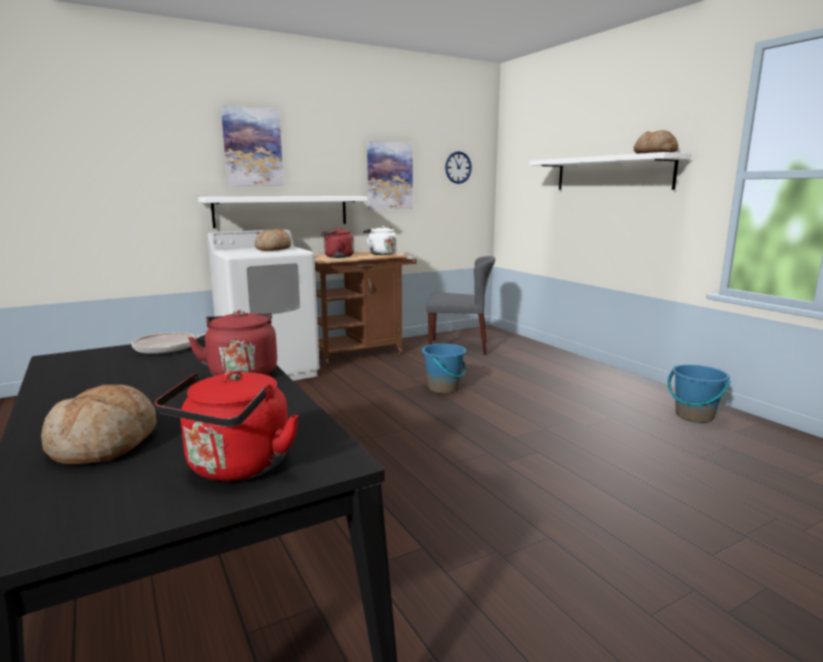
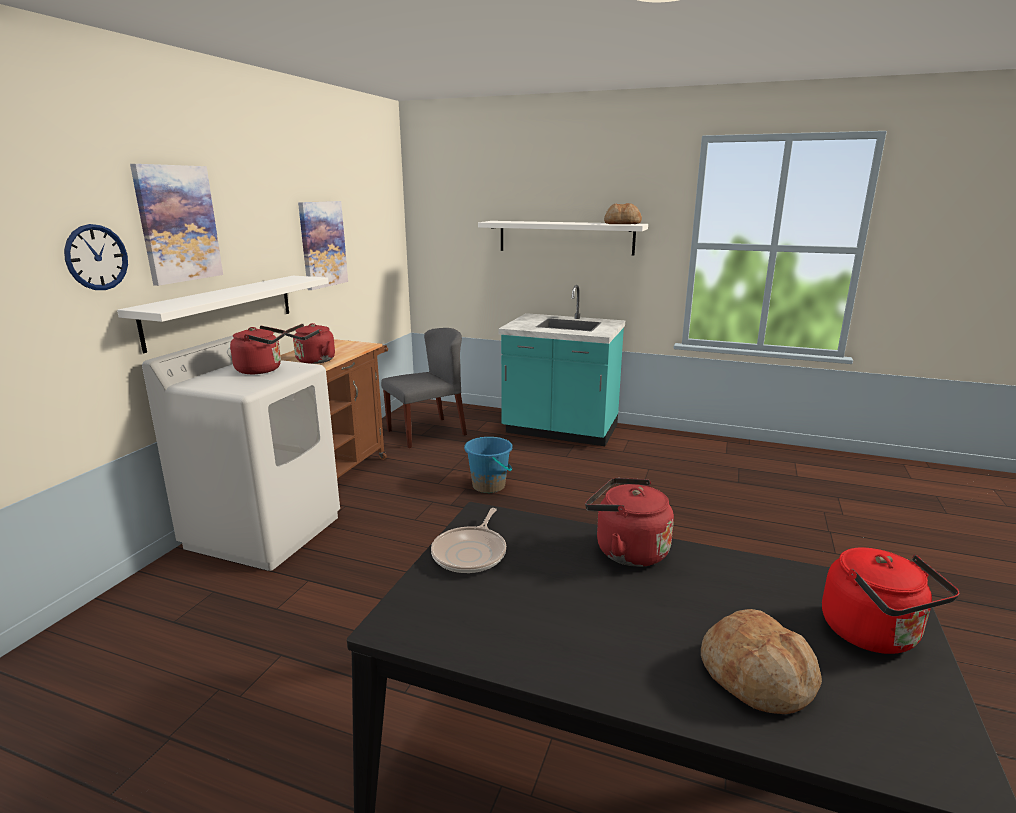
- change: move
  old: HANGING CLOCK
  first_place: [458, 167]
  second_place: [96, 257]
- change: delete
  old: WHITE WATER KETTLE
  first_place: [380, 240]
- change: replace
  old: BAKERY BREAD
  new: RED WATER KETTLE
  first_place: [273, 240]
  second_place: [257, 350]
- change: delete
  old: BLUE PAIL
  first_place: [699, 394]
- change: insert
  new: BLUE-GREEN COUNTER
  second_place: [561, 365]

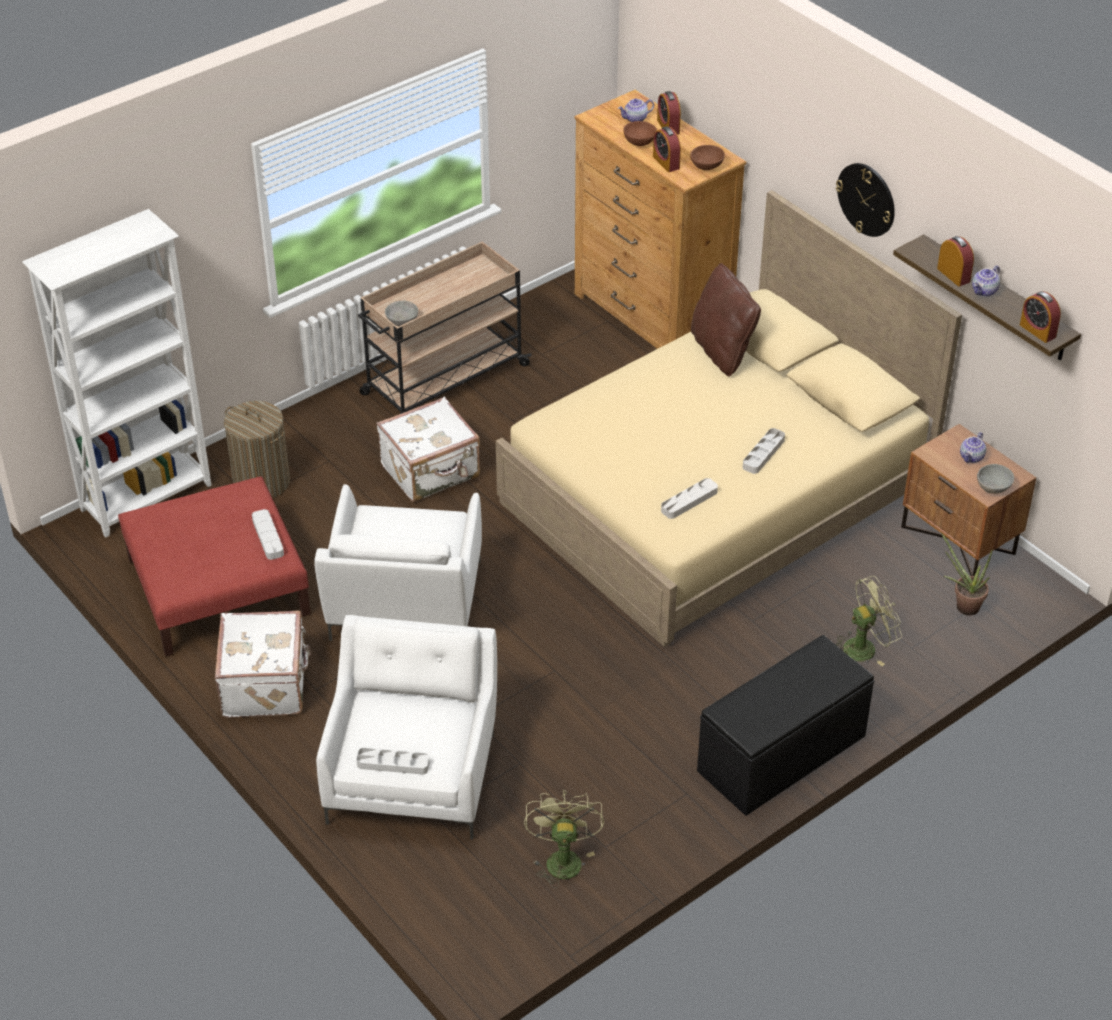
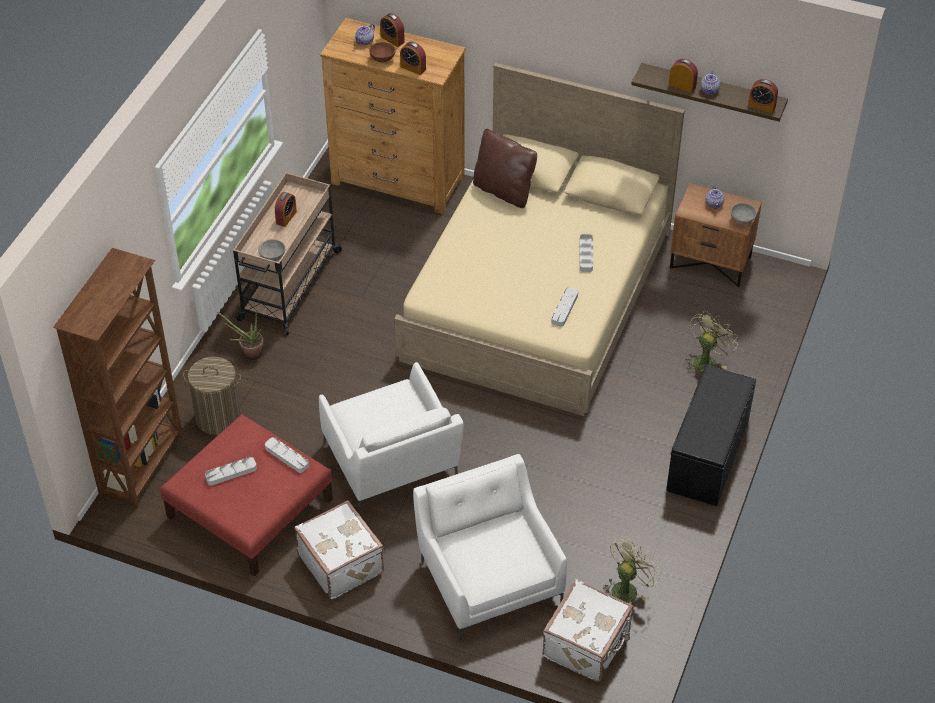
- change: delete
  old: BROWNISH DEEP DISH
  first_place: [707, 157]
- change: delete
  old: HANGING CLOCK
  first_place: [865, 200]
- change: recolor
  old: WHITE BOOKSHELF
  new: BROWNISH BOOKSHELF
  first_place: [117, 373]
  second_place: [118, 378]
- change: move
  old: WHITE TRAVEL CASE
  first_place: [428, 449]
  second_place: [588, 630]
- change: move
  old: PLANT IN A POT
  first_place: [967, 574]
  second_place: [240, 336]
- change: move
  old: GREYISH SERVING TRAY
  first_place: [393, 761]
  second_place: [231, 471]
- change: rotate
  old: GREENISH FAN
  first_place: [564, 839]
  second_place: [631, 570]
  degrees: 75
- change: insert
  new: TABLE CLOCK
  second_place: [286, 209]

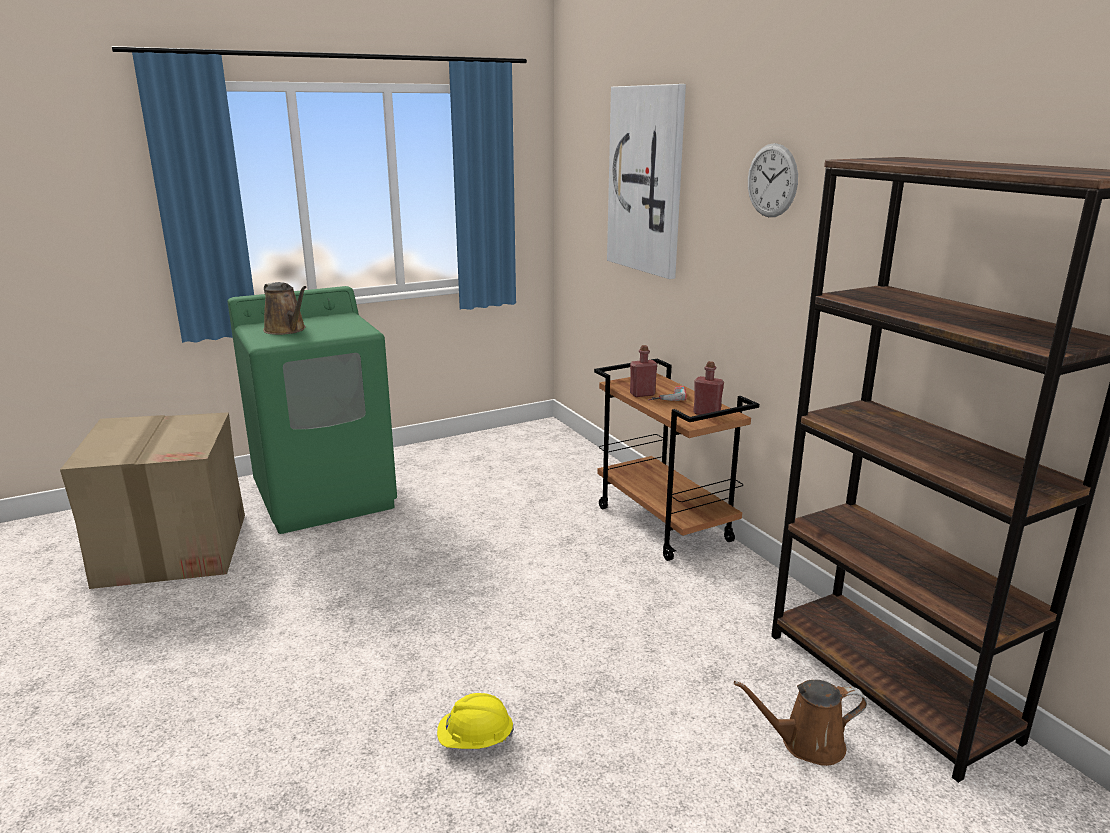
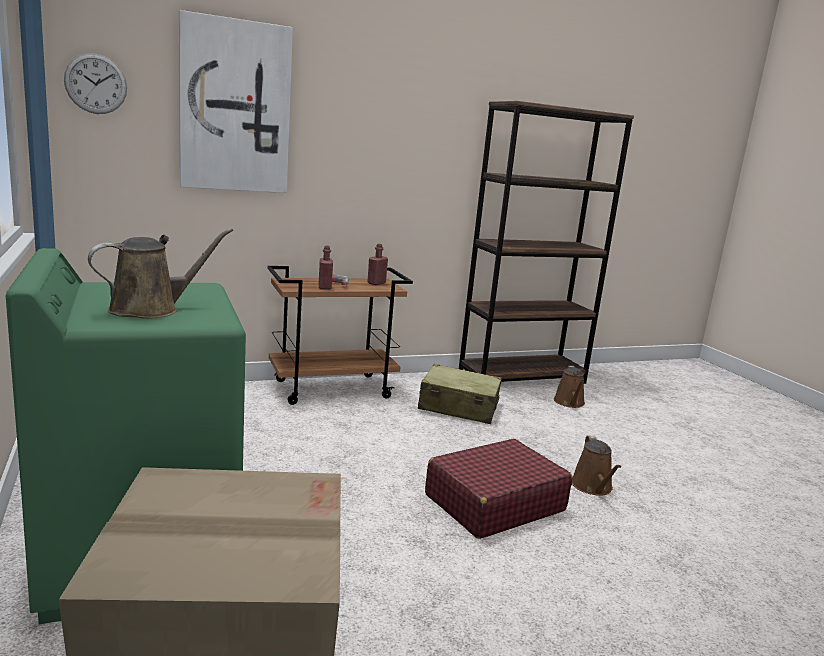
- change: move
  old: HANGING CLOCK
  first_place: [773, 180]
  second_place: [95, 83]
- change: replace
  old: YELLOWISH WORK HELMET
  new: BROWNISH SPRINKLING CAN
  first_place: [475, 721]
  second_place: [596, 466]
- change: insert
  new: SAND-COLOURED TRAVEL CASE
  second_place: [460, 394]
- change: insert
  new: RED TRAVEL CASE
  second_place: [499, 489]

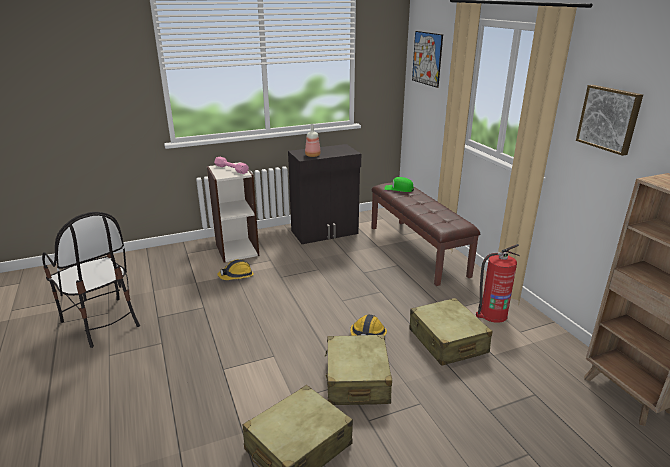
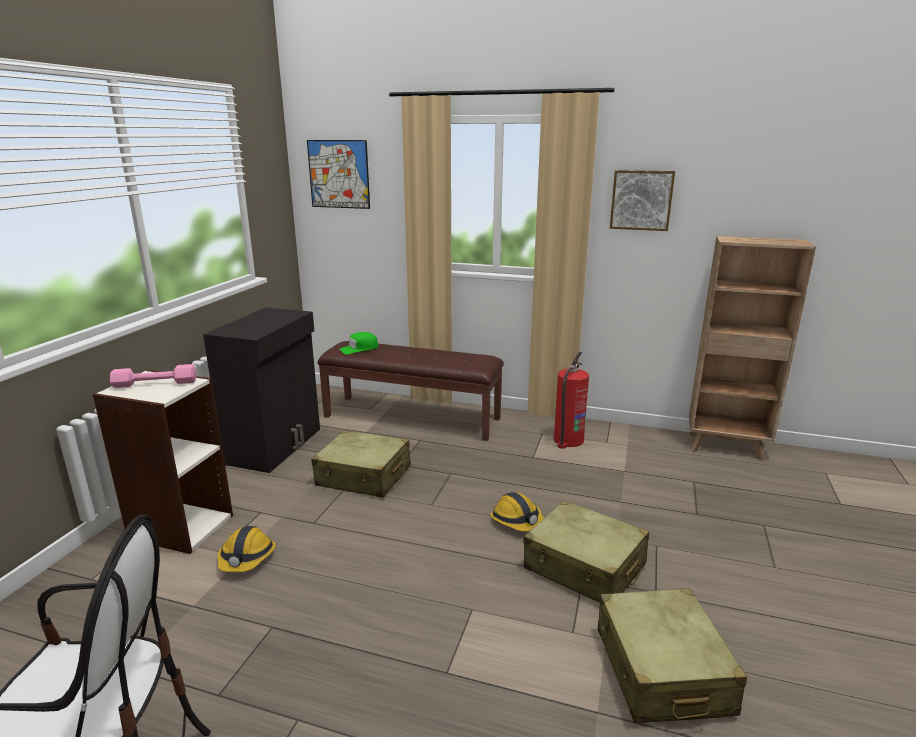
- change: delete
  old: BOTTLE
  first_place: [313, 140]
- change: move
  old: SAND-COLOURED TRAVEL CASE
  first_place: [451, 332]
  second_place: [361, 464]

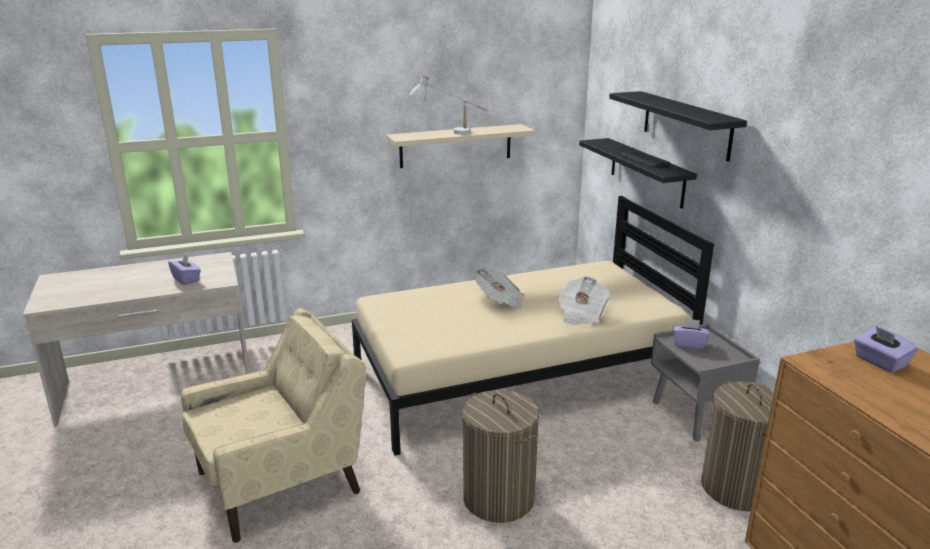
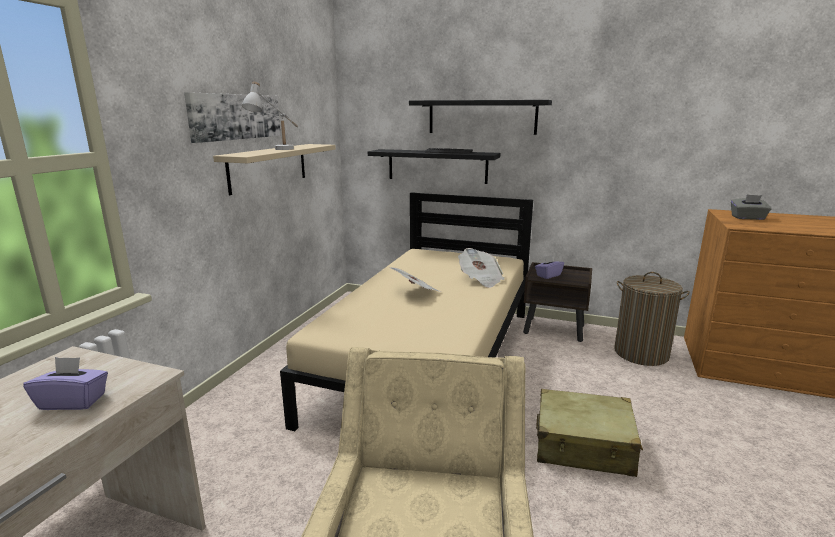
- change: recolor
  old: GREYISH NIGHTSTAND
  new: BROWNISH NIGHTSTAND
  first_place: [705, 382]
  second_place: [557, 302]
- change: recolor
  old: PURPLE-COLOURED TISSUE BOX
  new: GREYISH TISSUE BOX
  first_place: [885, 349]
  second_place: [751, 207]
- change: replace
  old: LAUNDRY BASKET
  new: SAND-COLOURED TRAVEL CASE
  first_place: [501, 456]
  second_place: [589, 433]
- change: insert
  new: WALL ART
  second_place: [232, 117]

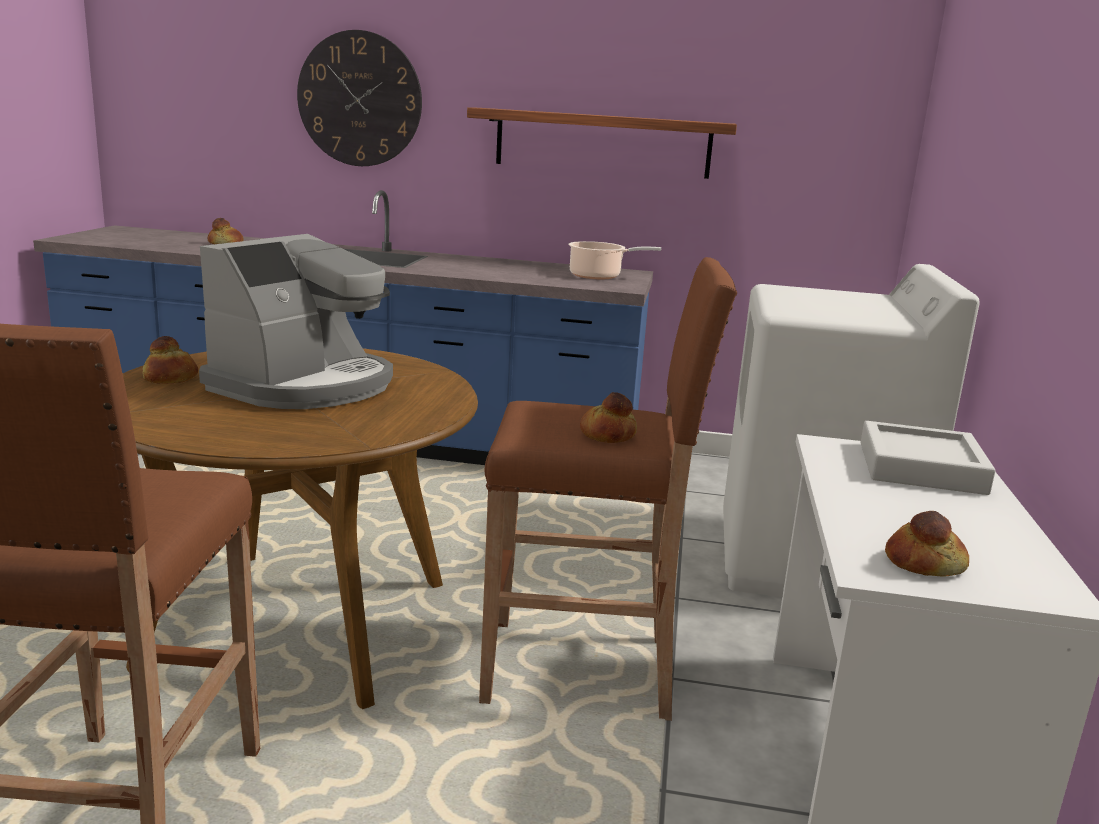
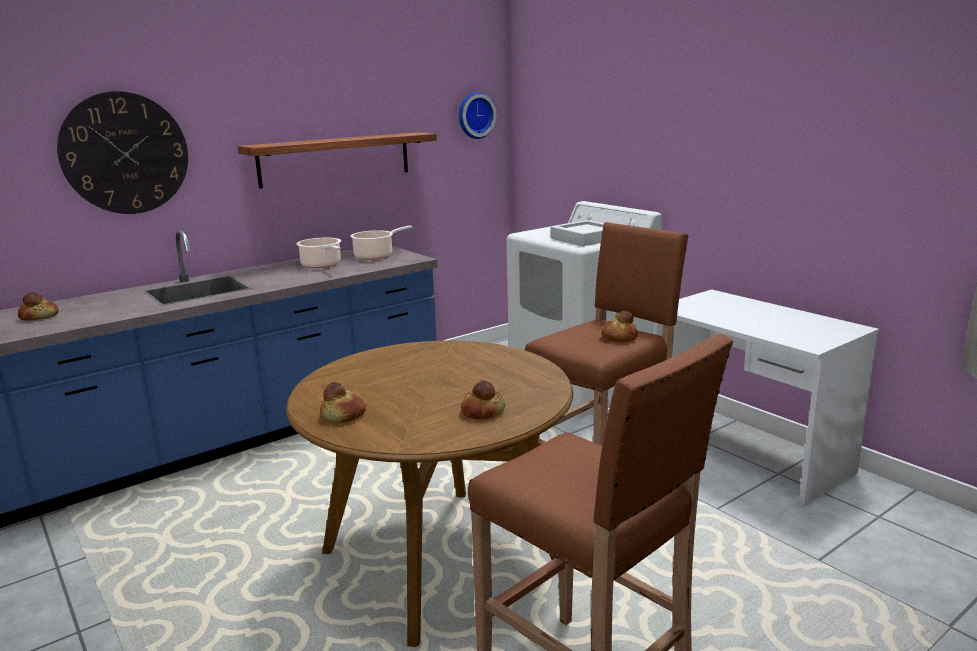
- change: delete
  old: COFFEE MACHINE
  first_place: [296, 321]
- change: move
  old: GREYISH SERVING TRAY
  first_place: [928, 458]
  second_place: [577, 233]
- change: move
  old: BAKERY BREAD
  first_place: [927, 543]
  second_place: [483, 399]
- change: insert
  new: HANGING CLOCK
  second_place: [477, 115]
- change: insert
  new: STOCKPOT
  second_place: [318, 252]

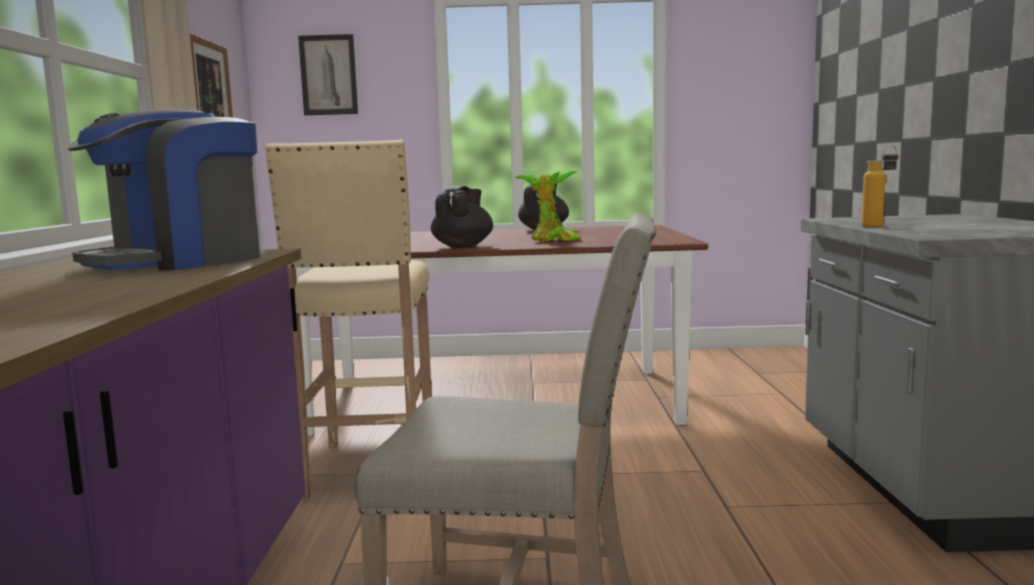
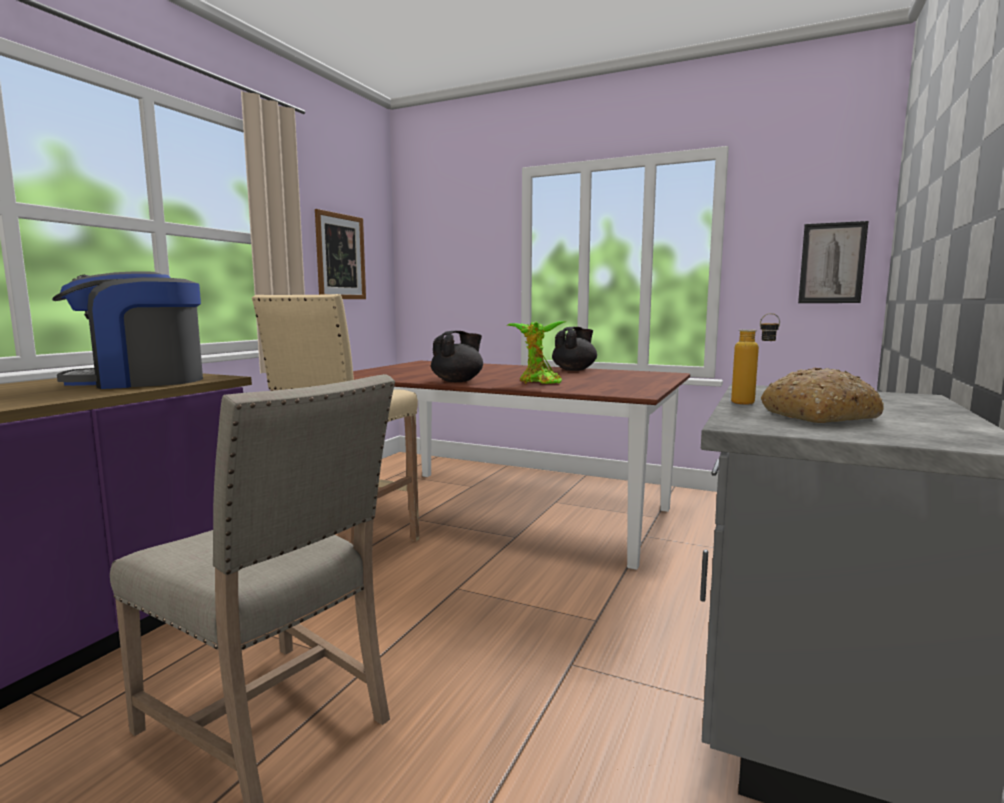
- change: move
  old: WALL ART
  first_place: [328, 74]
  second_place: [833, 262]
- change: insert
  new: BAKERY BREAD
  second_place: [822, 395]

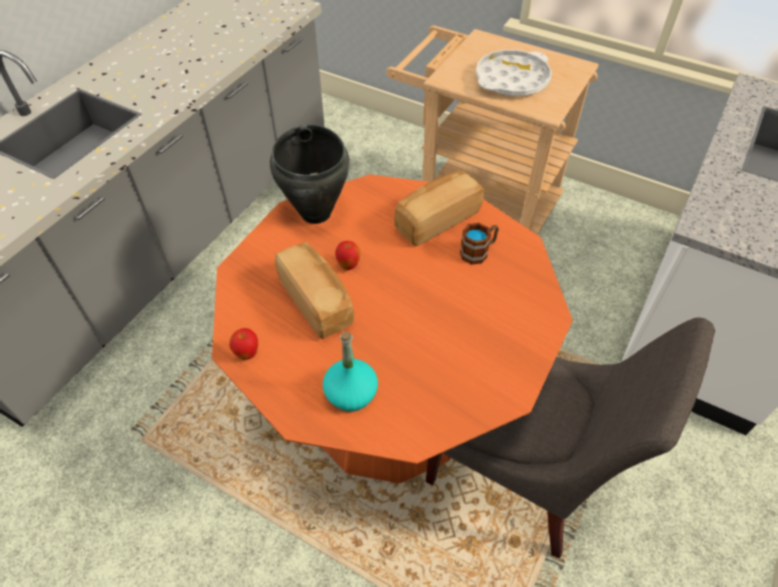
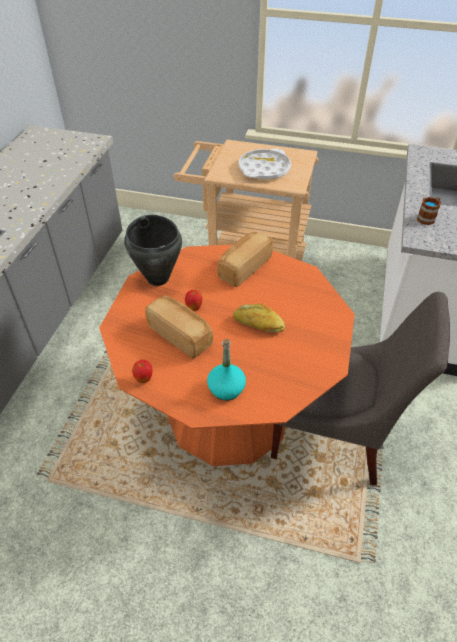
- change: move
  old: TEA MUG
  first_place: [479, 244]
  second_place: [429, 211]
- change: insert
  new: BAKERY BREAD
  second_place: [259, 318]

